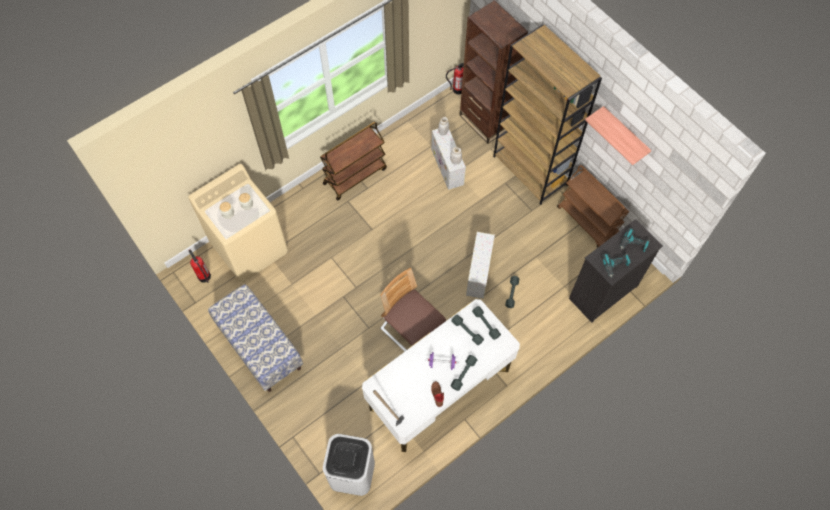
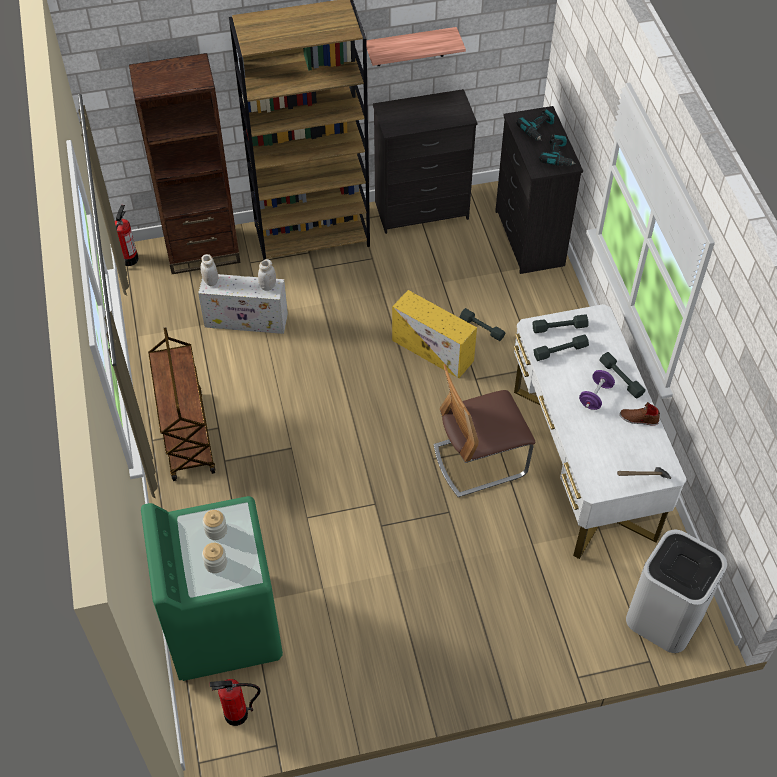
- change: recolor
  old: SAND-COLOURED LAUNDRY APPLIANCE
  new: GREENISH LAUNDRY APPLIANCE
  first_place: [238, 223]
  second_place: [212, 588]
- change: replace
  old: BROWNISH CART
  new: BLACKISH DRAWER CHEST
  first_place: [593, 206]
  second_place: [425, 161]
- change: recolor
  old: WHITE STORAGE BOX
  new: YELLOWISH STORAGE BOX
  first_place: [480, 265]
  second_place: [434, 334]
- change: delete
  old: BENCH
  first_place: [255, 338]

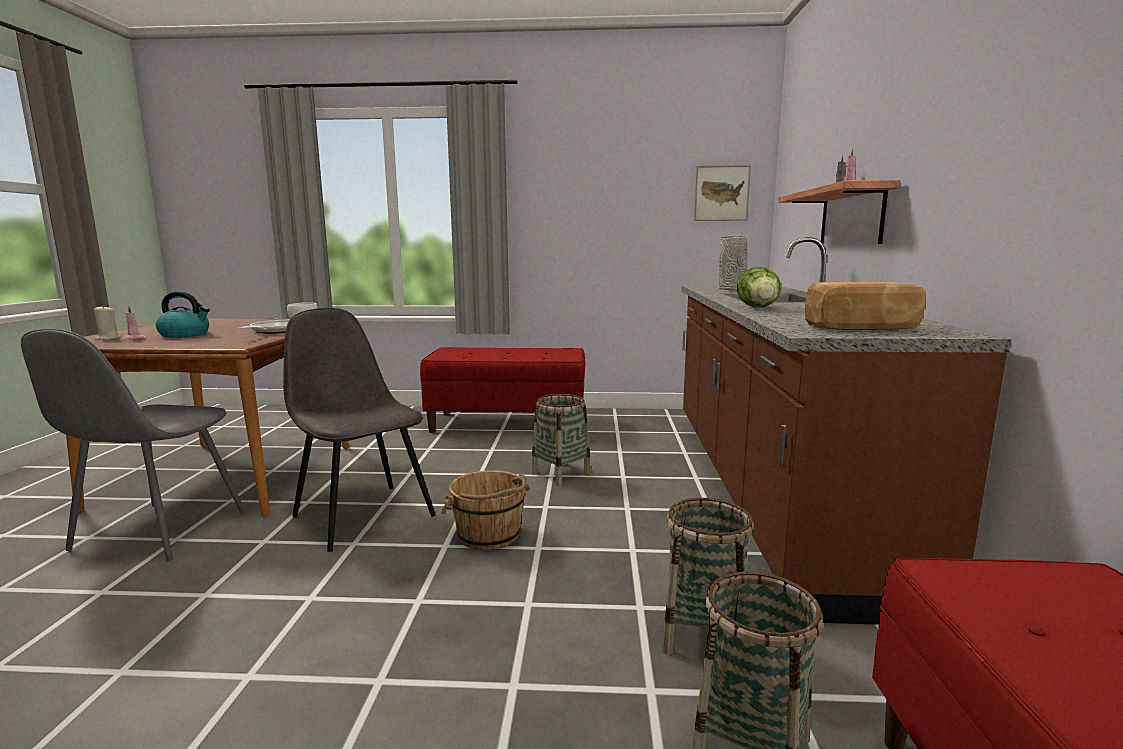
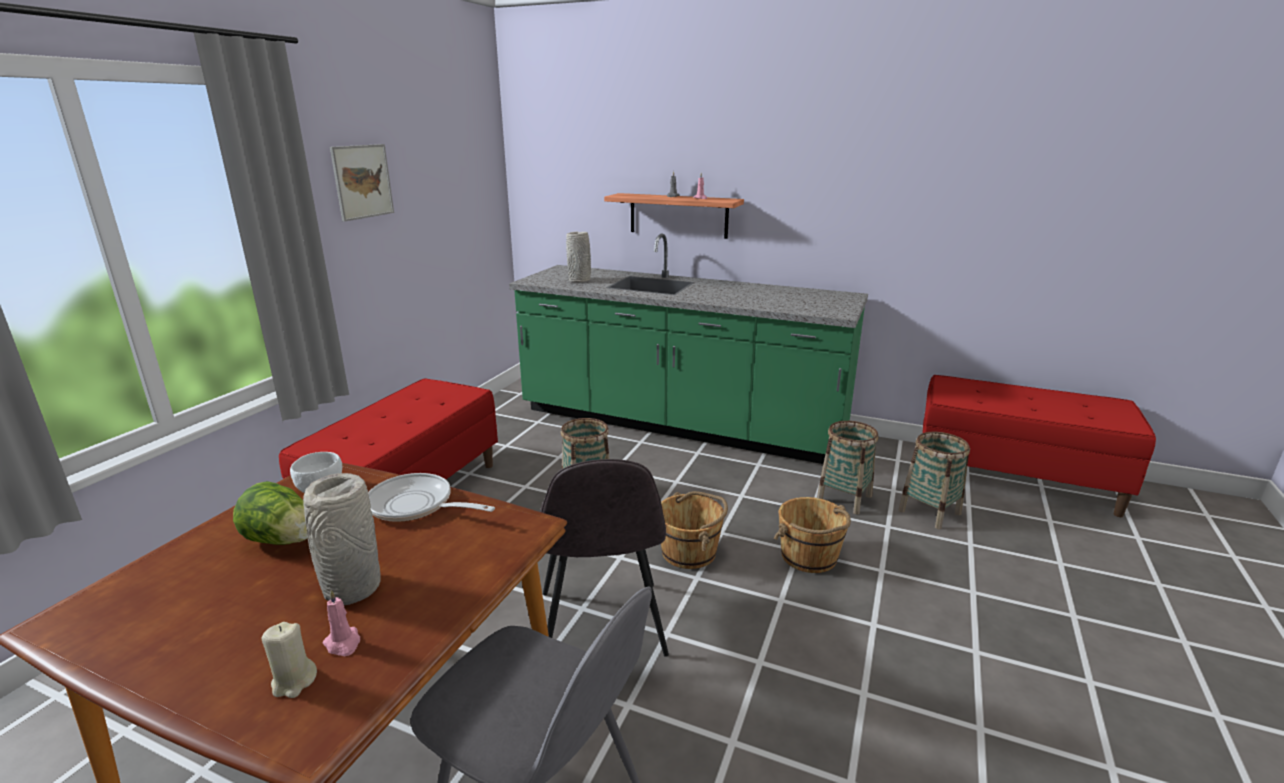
- change: move
  old: WALL ART
  first_place: [722, 193]
  second_place: [362, 183]
- change: recolor
  old: BROWNISH COUNTER
  new: GREENISH COUNTER
  first_place: [846, 431]
  second_place: [688, 349]
- change: move
  old: LETTUCE HEAD
  first_place: [759, 287]
  second_place: [270, 513]
- change: delete
  old: BAKERY BREAD
  first_place: [865, 306]
- change: replace
  old: WATER KETTLE
  new: GREYISH FLOWER VASE
  first_place: [183, 314]
  second_place: [342, 539]
- change: rotate
  old: GREYISH CHAIR
  first_place: [359, 430]
  second_place: [604, 558]
  degrees: -75
- change: insert
  new: BROWNISH PAIL
  second_place: [812, 535]

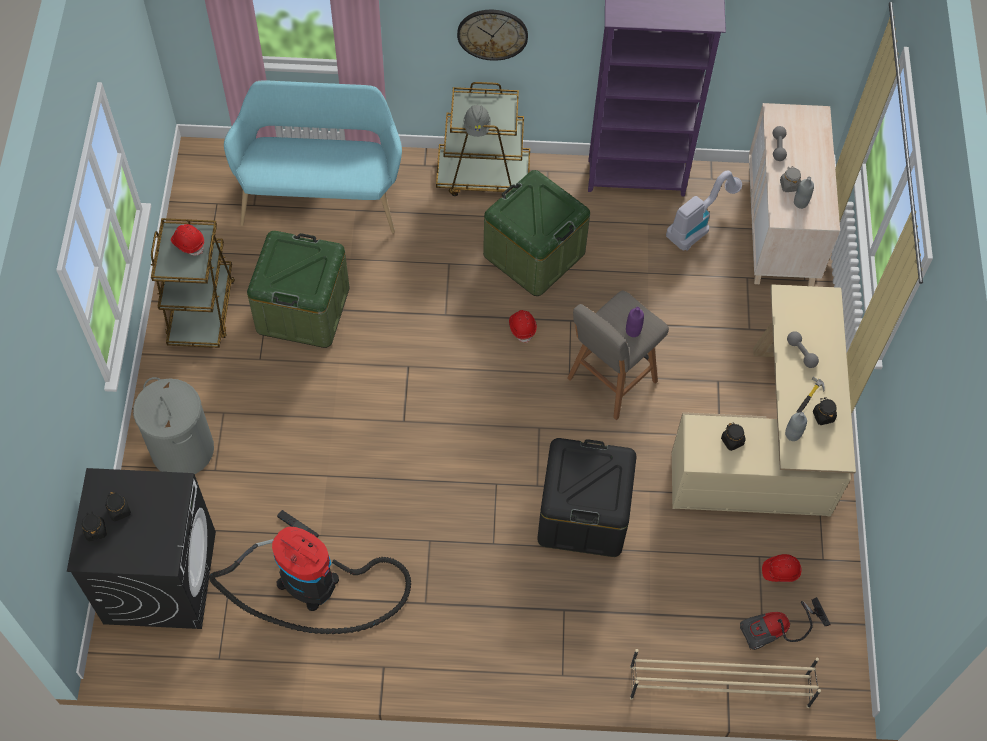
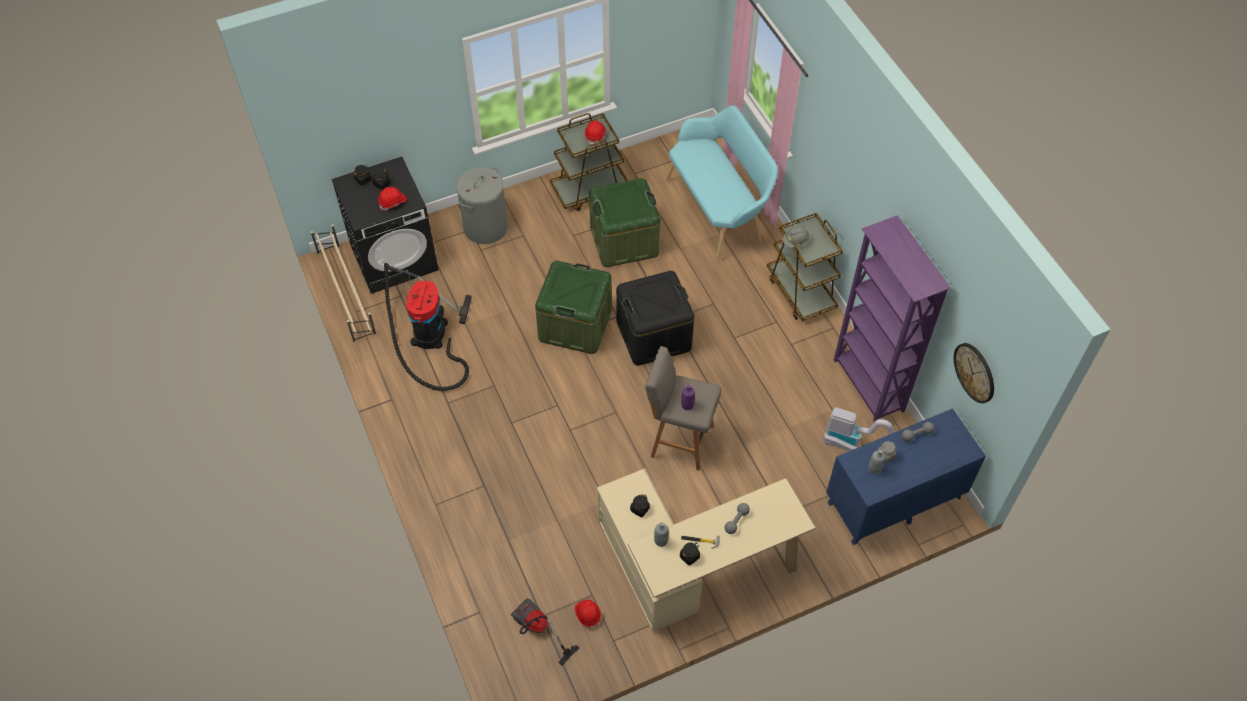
- change: move
  old: HANGING CLOCK
  first_place: [492, 35]
  second_place: [974, 373]
- change: recolor
  old: SAND-COLOURED DRAWER CHEST
  new: BLUE DRAWER CHEST
  first_place: [794, 194]
  second_place: [906, 476]
- change: move
  old: GREENISH STORAGE BOX
  first_place: [536, 233]
  second_place: [573, 307]
- change: move
  old: RED WORK HELMET
  first_place: [523, 326]
  second_place: [392, 198]
- change: move
  old: BLACKISH STORAGE BOX
  first_place: [586, 497]
  second_place: [655, 318]
- change: move
  old: SAND-COLOURED SHOE RACK
  first_place: [725, 678]
  second_place: [344, 283]

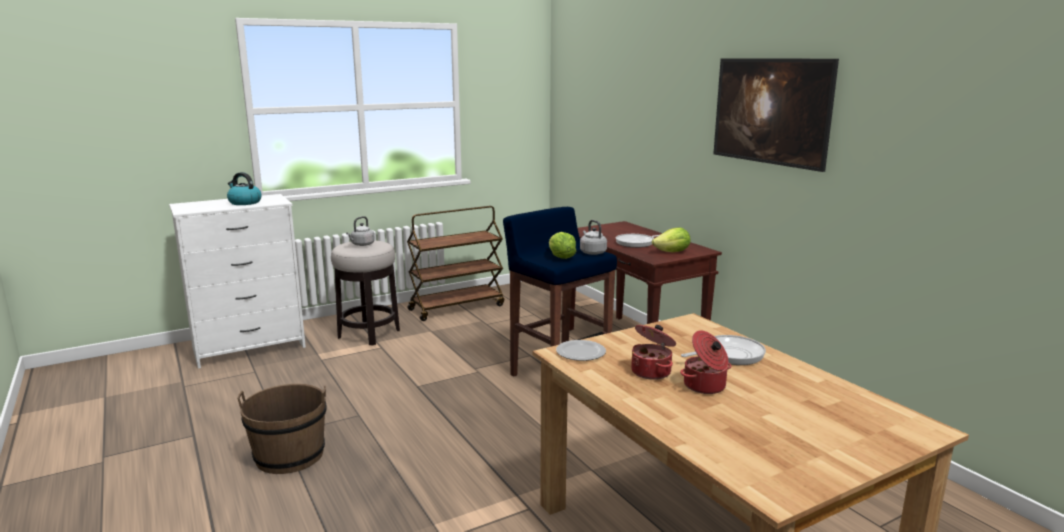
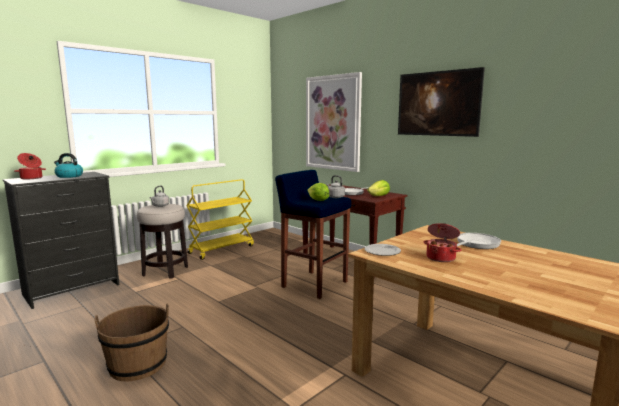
- change: recolor
  old: WHITE DRAWER CHEST
  new: BLACKISH DRAWER CHEST
  first_place: [237, 281]
  second_place: [61, 240]
- change: recolor
  old: BROWNISH CART
  new: YELLOWISH CART
  first_place: [455, 263]
  second_place: [220, 219]
- change: move
  old: STOCKPOT
  first_place: [706, 362]
  second_place: [30, 166]
- change: insert
  new: WALL ART
  second_place: [334, 122]

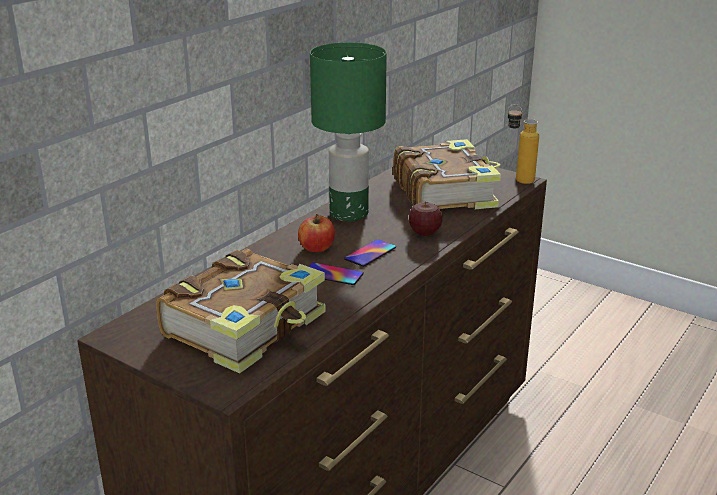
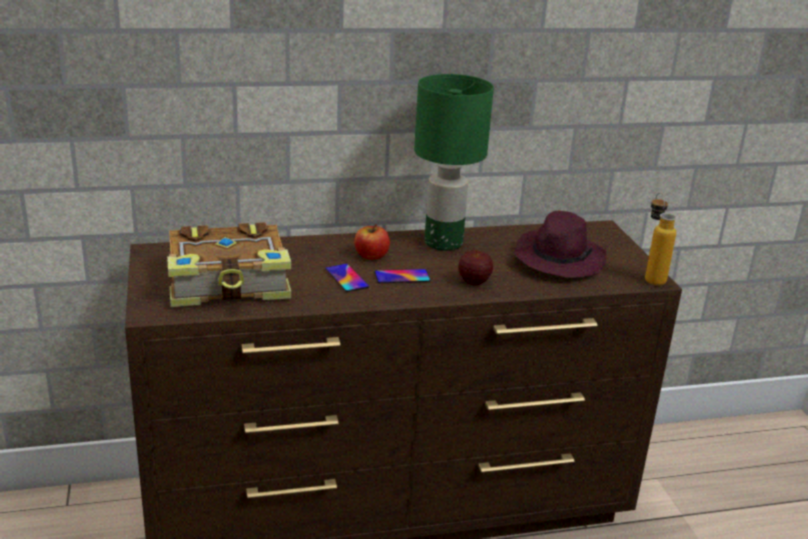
- change: replace
  old: BOOK
  new: PURPLE-COLOURED CLOTHING HAT
  first_place: [447, 174]
  second_place: [560, 244]

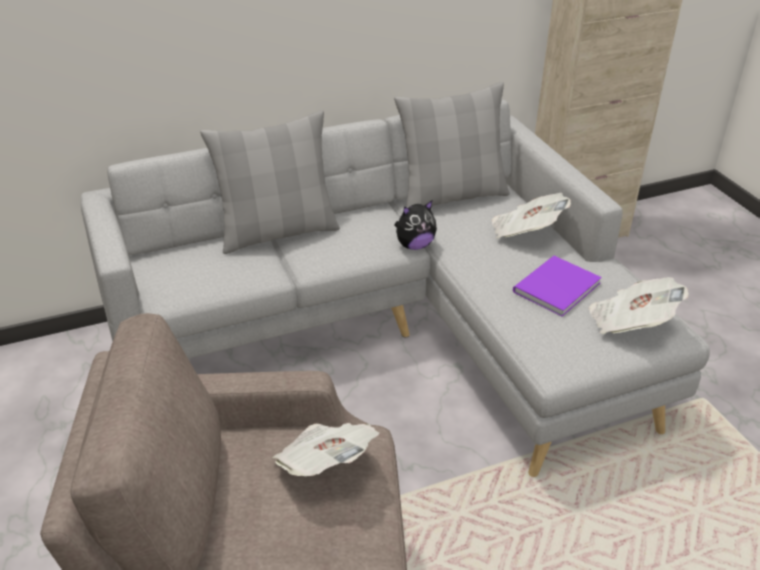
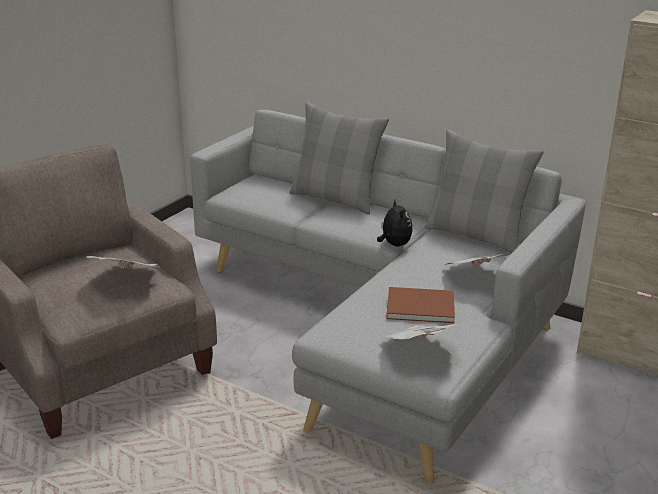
- change: rotate
  old: SOFT TOY
  first_place: [416, 225]
  second_place: [395, 222]
  degrees: -135
- change: recolor
  old: PURPLE-COLOURED BOOK
  new: BROWNISH BOOK
  first_place: [557, 286]
  second_place: [420, 305]

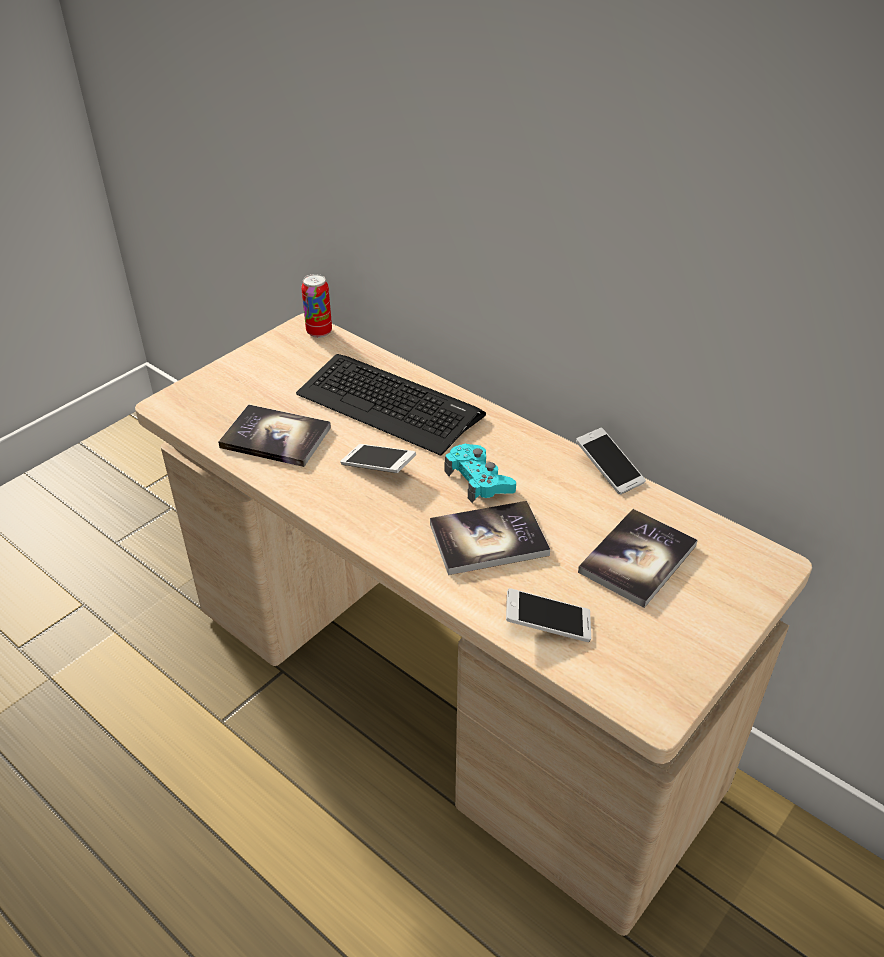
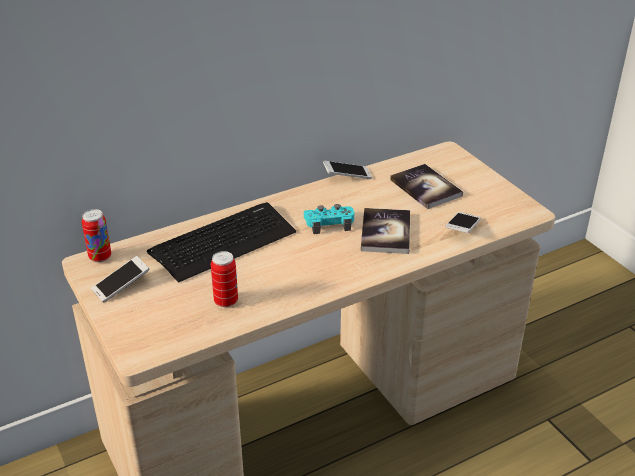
- change: replace
  old: BOOK
  new: SEALED CAN
  first_place: [274, 435]
  second_place: [224, 279]
- change: move
  old: HANDSET
  first_place: [378, 458]
  second_place: [120, 279]

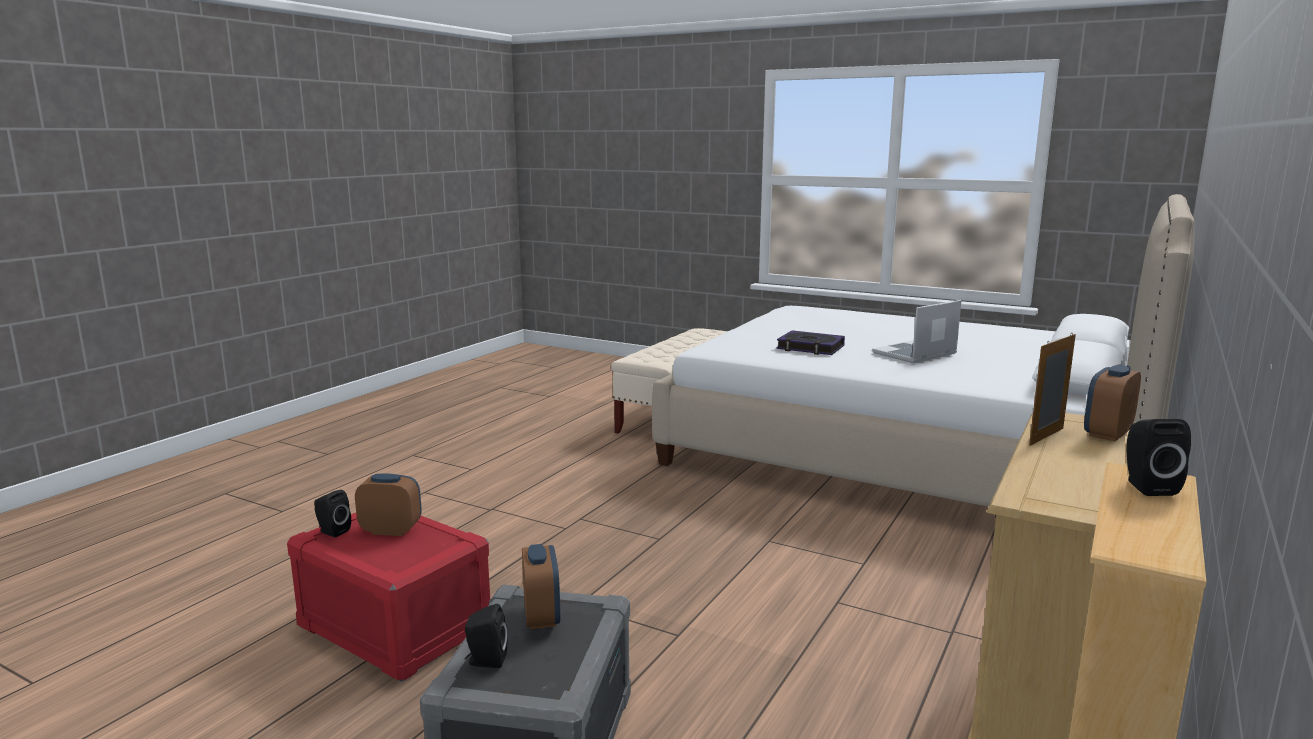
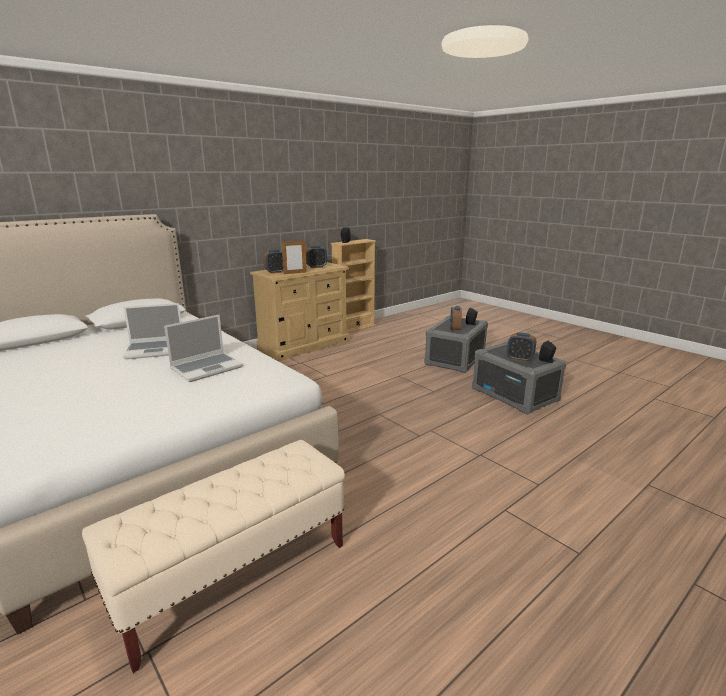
- change: replace
  old: BOOK
  new: NOTEBOOK COMPUTER
  first_place: [811, 342]
  second_place: [203, 348]
- change: recolor
  old: RED STORAGE BOX
  new: GREYISH STORAGE BOX
  first_place: [388, 597]
  second_place: [519, 378]
- change: insert
  new: TABLE CLOCK
  second_place: [316, 257]

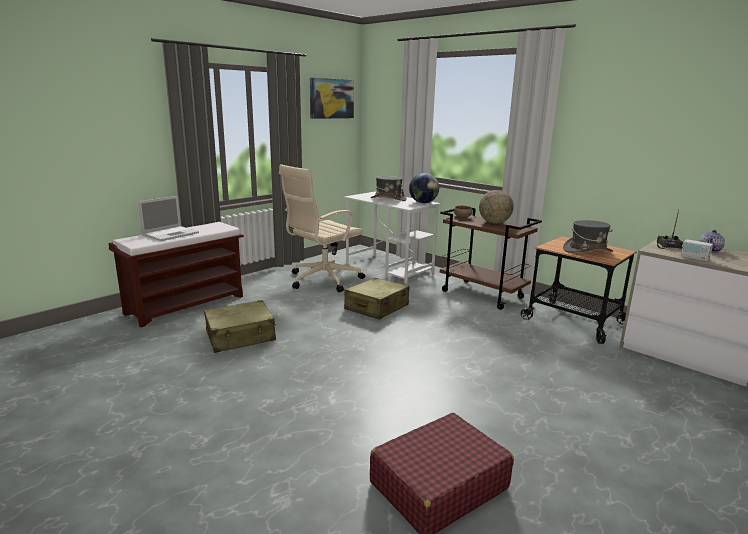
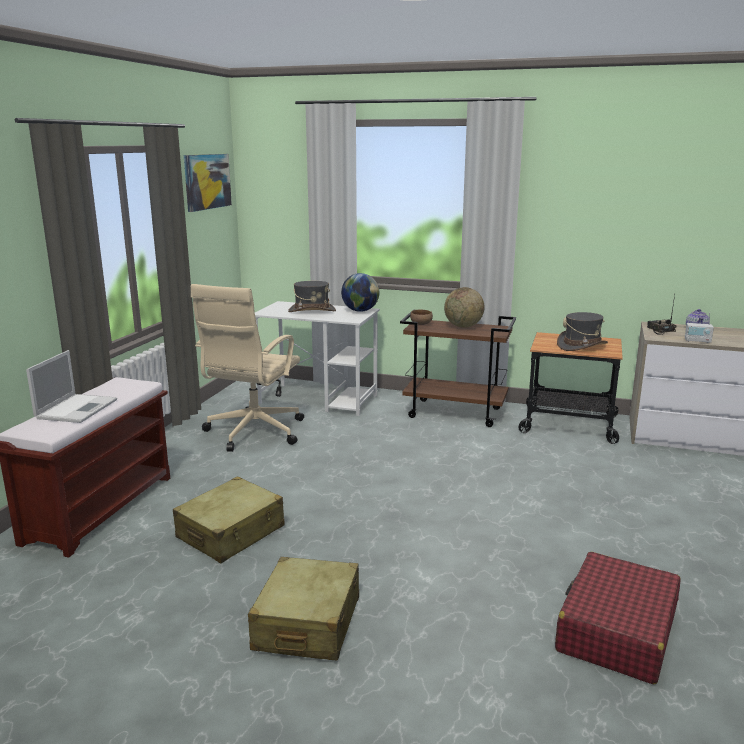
- change: move
  old: SAND-COLOURED TRAVEL CASE
  first_place: [376, 299]
  second_place: [303, 608]

